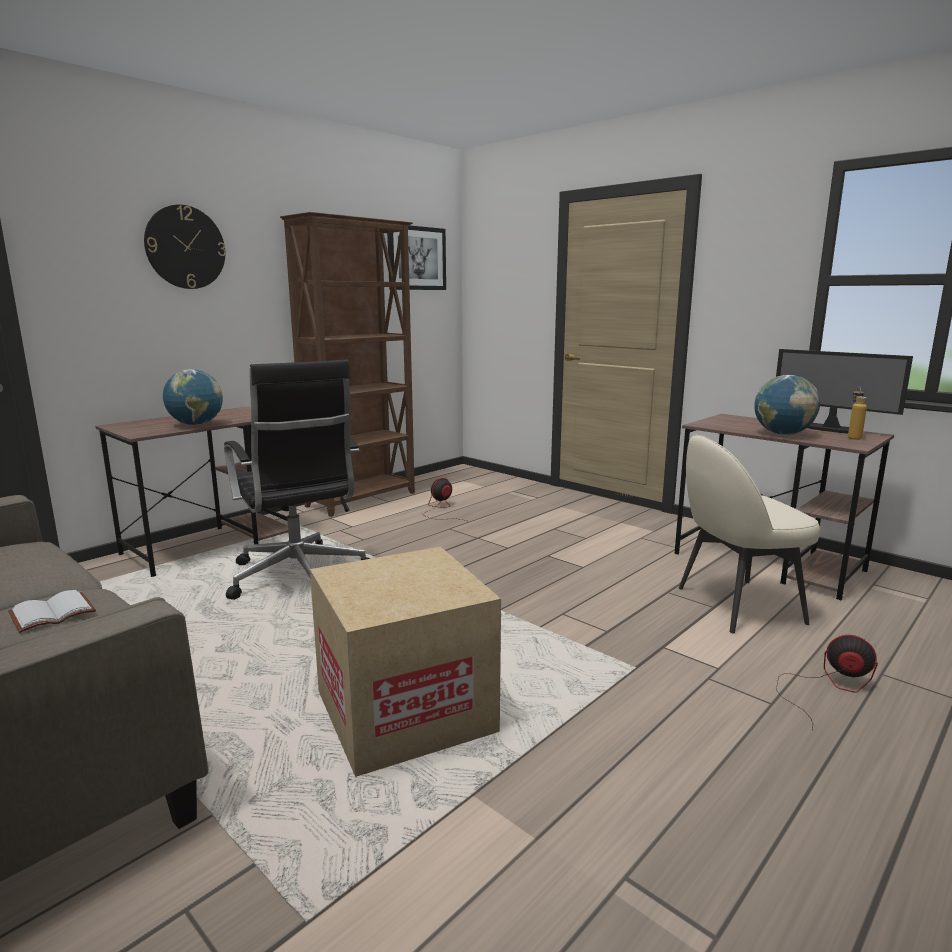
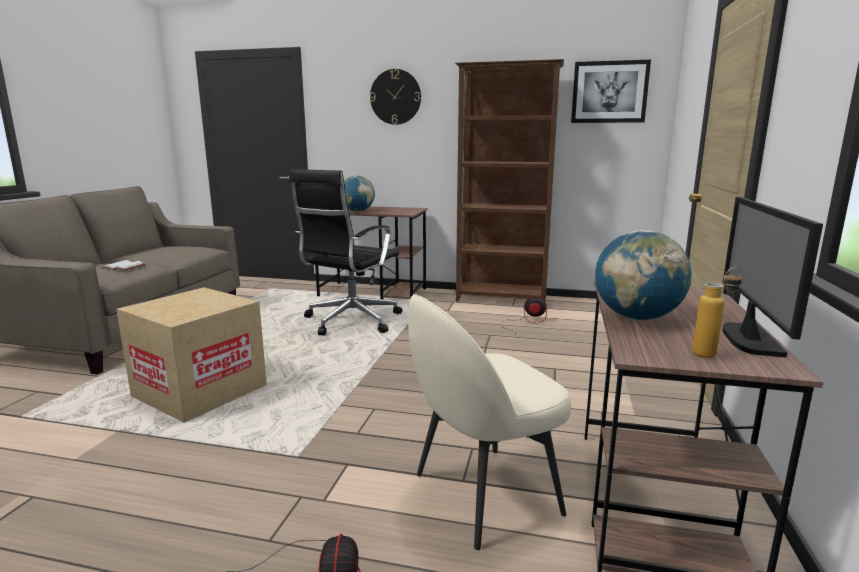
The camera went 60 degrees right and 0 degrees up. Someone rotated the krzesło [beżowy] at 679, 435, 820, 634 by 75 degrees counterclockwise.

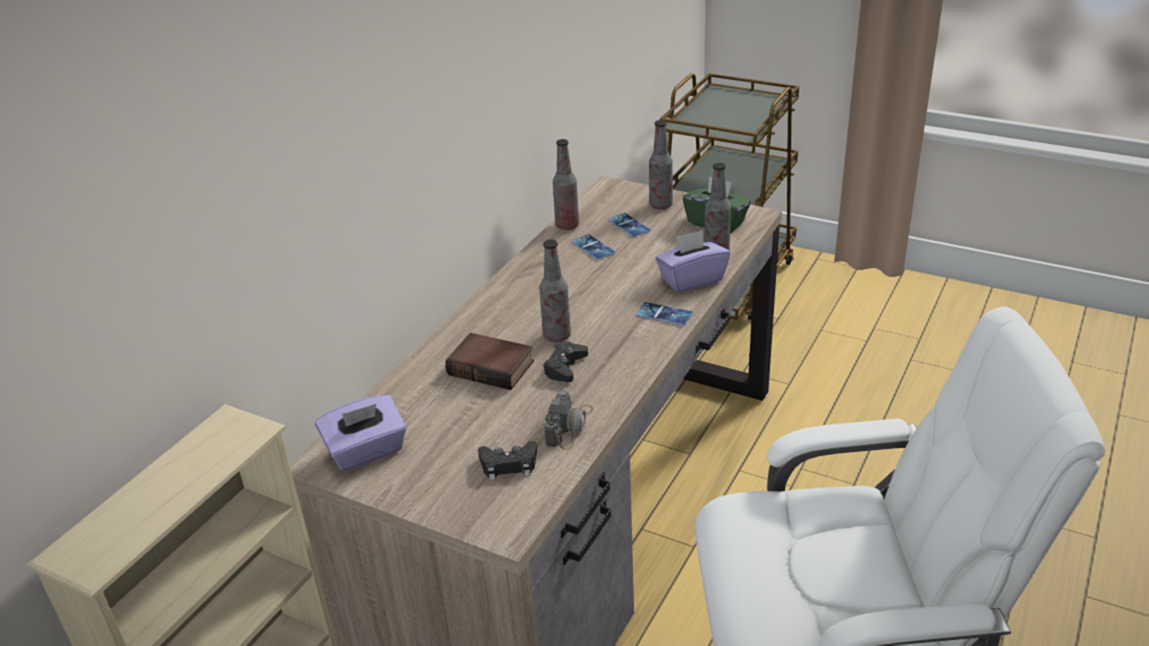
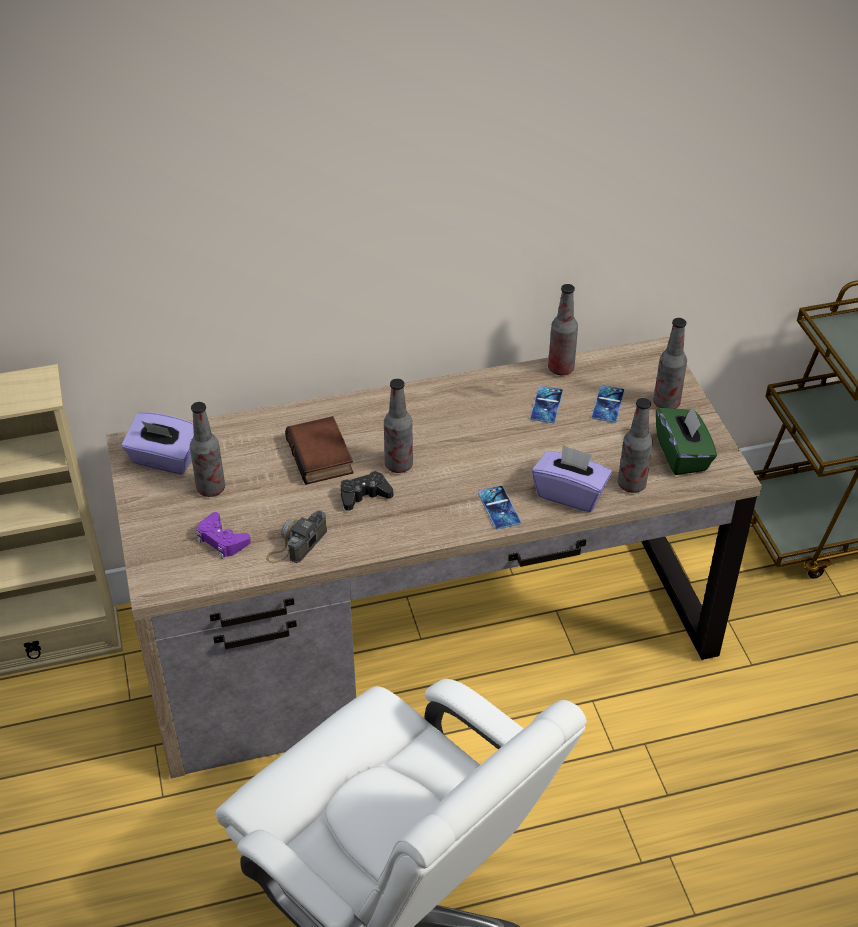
The camera went 45 degrees right and 10 degrees up. Someone put down the butelka at 190, 402, 225, 497. Someone repainted the pad do gier [czarny] at 478, 441, 537, 480, which became the pad do gier [fioletowy] at 196, 512, 251, 559. Someone rotated the aparat fotograficzny at 544, 391, 594, 450 by 150 degrees clockwise.

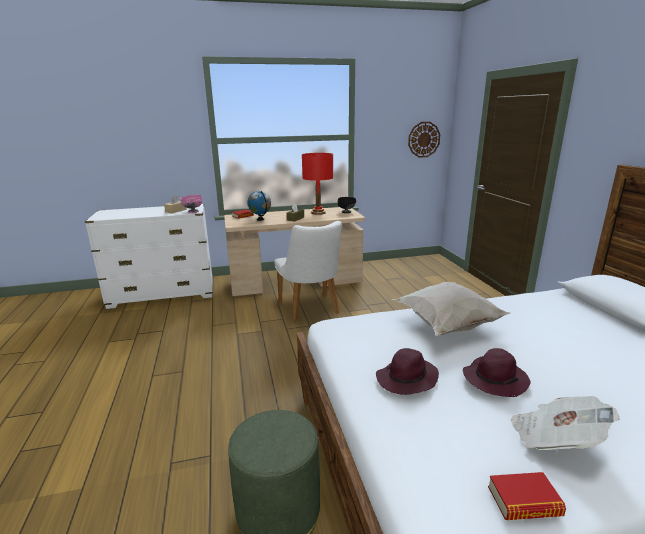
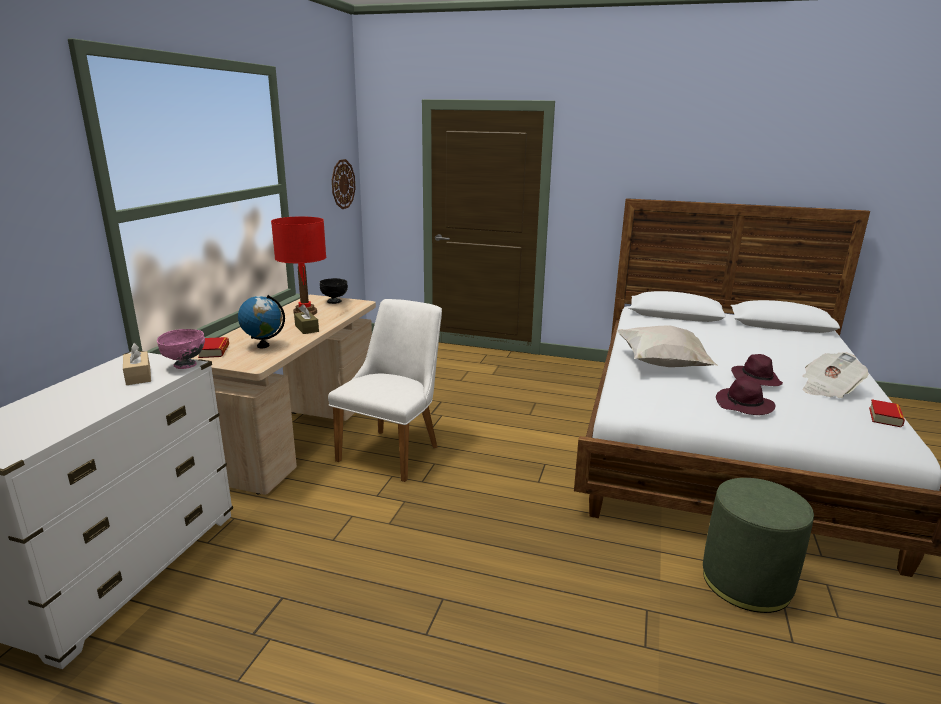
The camera went 60 degrees left and 0 degrees up. Someone rotated the krzesło [biały] at 274, 221, 342, 322 by 75 degrees counterclockwise.

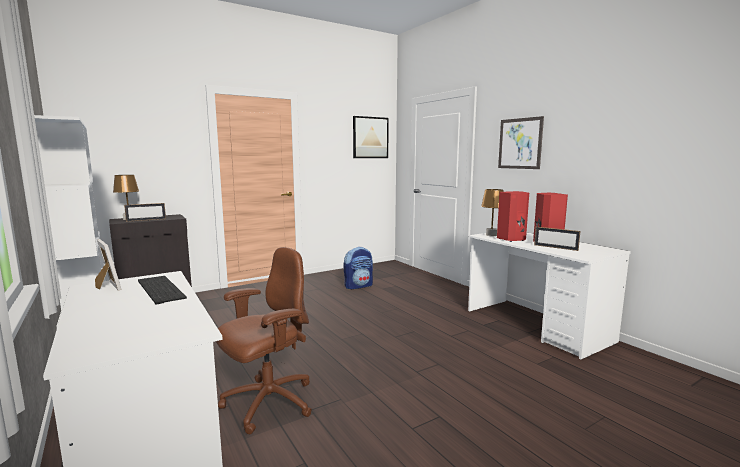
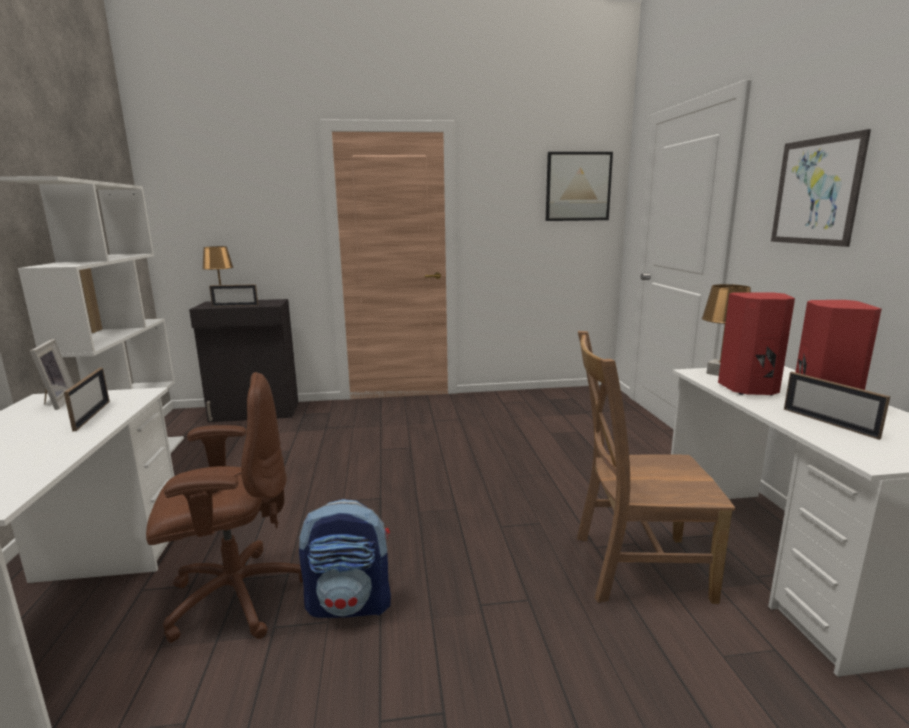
The camera went 25 degrees right and 5 degrees up. Someone swapped the klawiatura at 138, 276, 187, 304 for the ramka na zdjęcie at 64, 368, 110, 432. Someone carried the plecak from 344, 247, 373, 289 to 299, 499, 391, 618. Someone put down the krzesło [brązowy] at 577, 331, 735, 604.

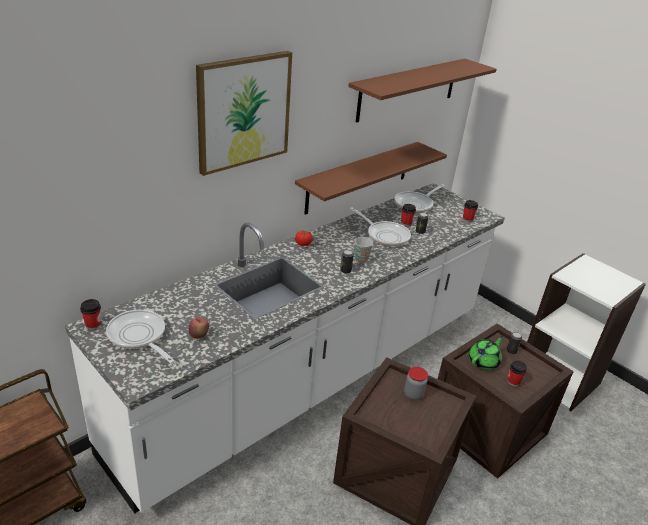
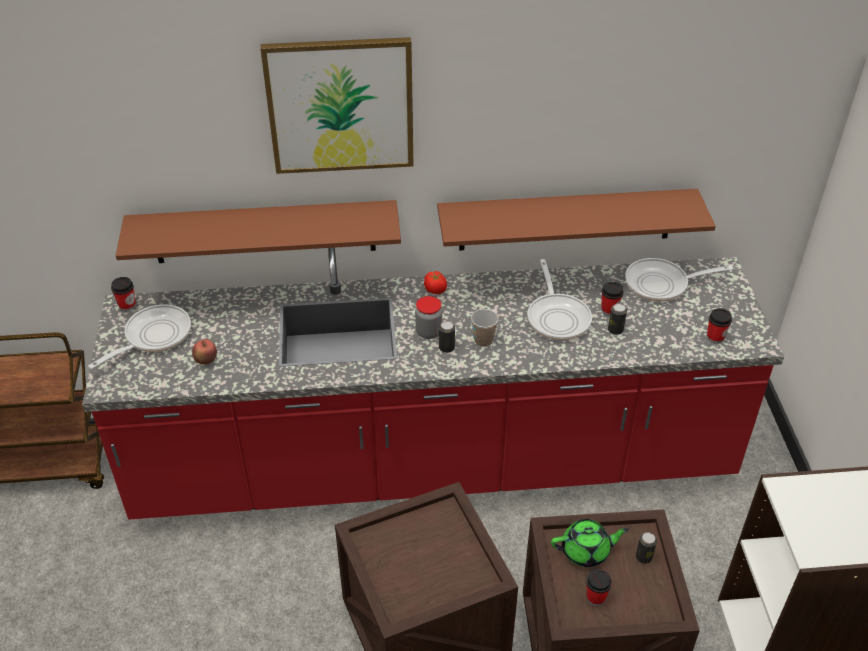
The camera went 40 degrees right and 10 degrees up. Someone repainted the zabudowa kuchenna [biały] at 65, 183, 505, 513, which became the zabudowa kuchenna [czerwony] at 82, 248, 784, 520. Someone rotated the patelnia at 106, 310, 175, 364 by 45 degrees clockwise. Someone carried the półka [brązowy] from 348, 59, 497, 123 to 116, 200, 401, 263. Someone carried the słoik from 404, 367, 428, 400 to 415, 296, 442, 339.

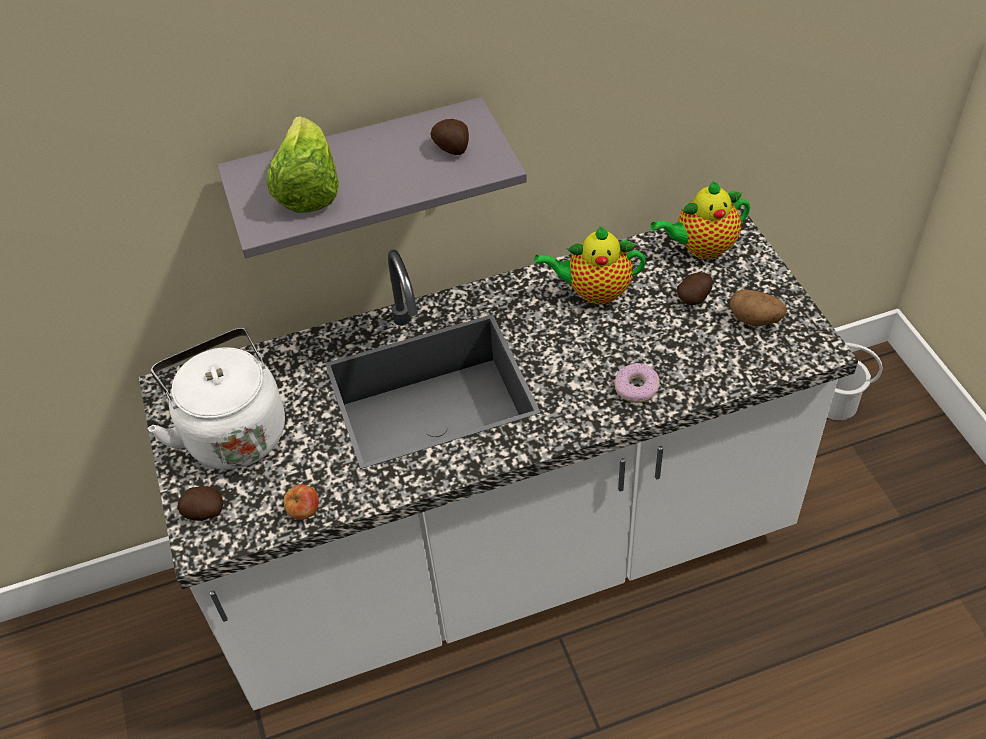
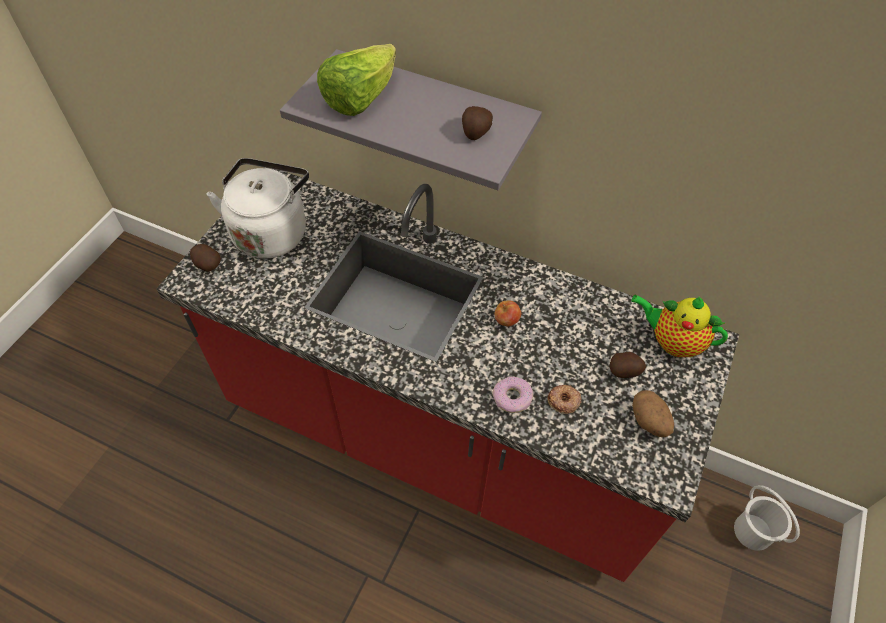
The camera went 40 degrees right and 5 degrees up. Someone repainted the zabudowa kuchenna [biały] at 139, 206, 858, 710, which became the zabudowa kuchenna [czerwony] at 156, 167, 739, 582. Someone carried the jabłko from 284, 484, 319, 520 to 494, 301, 521, 326. Someone put down the donut at 548, 385, 581, 414. Someone took away the imbryk at 534, 226, 646, 305.

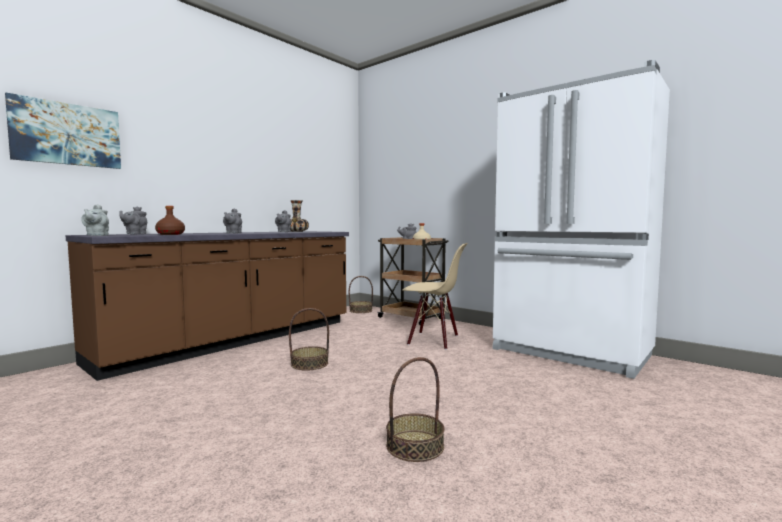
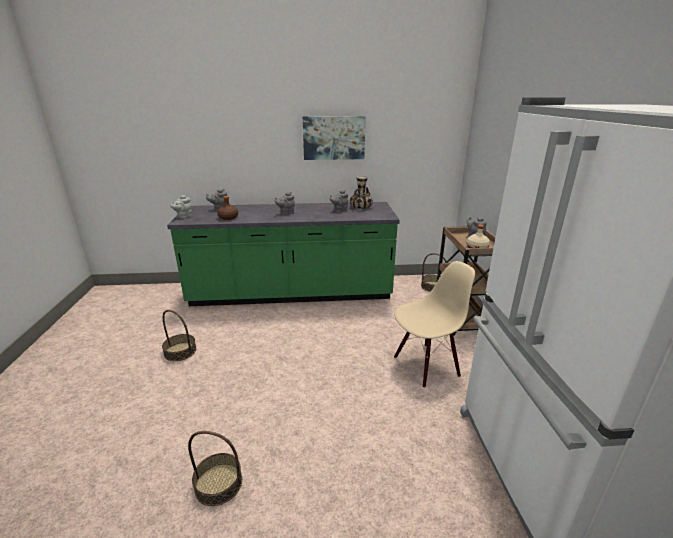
The camera went 45 degrees right and 20 degrees up. Someone carried the koszyk from 289, 308, 329, 370 to 162, 310, 197, 361. Someone repainted the zabudowa kuchenna [brązowy] at 66, 231, 349, 381, which became the zabudowa kuchenna [zielony] at 167, 202, 400, 306. Someone carried the obraz from 5, 93, 121, 169 to 303, 116, 366, 160. Someone rotated the krzesło [beżowy] at 402, 243, 468, 350 by 90 degrees counterclockwise.

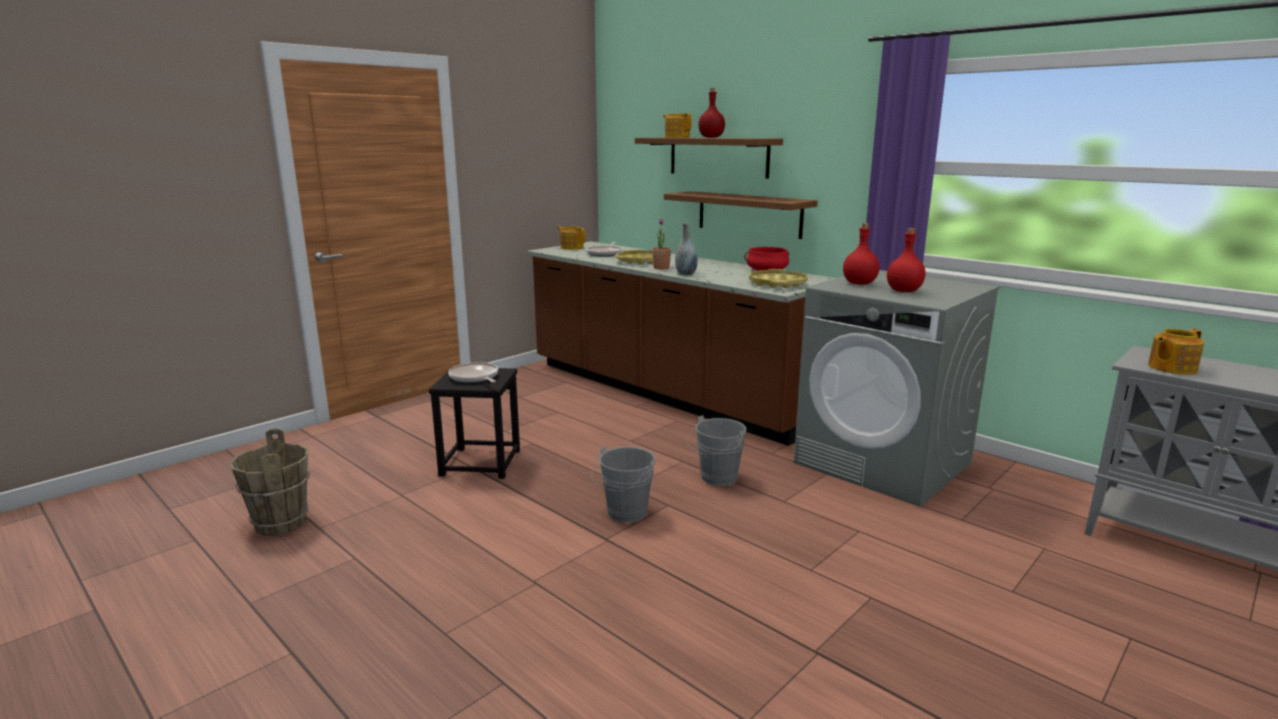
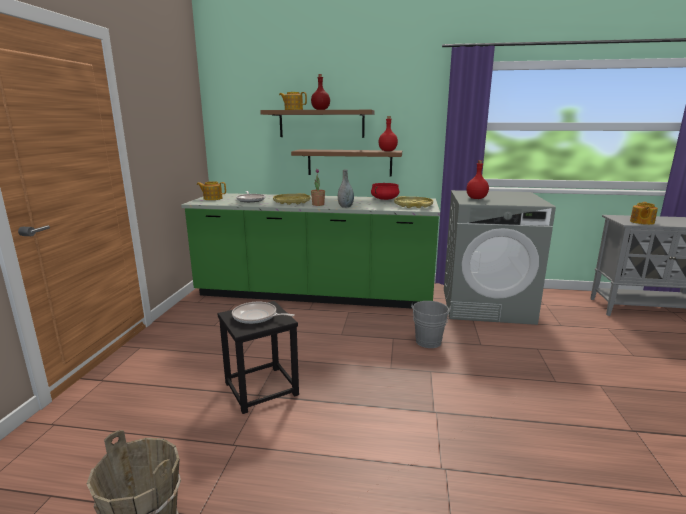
The camera went 35 degrees left and 0 degrees up. Someone repainted the zabudowa kuchenna [brązowy] at 527, 241, 835, 446, which became the zabudowa kuchenna [zielony] at 181, 193, 440, 309. Someone carried the butelka [czerwony] from 887, 228, 926, 292 to 379, 116, 398, 151. Someone took away the wiadro [szary] at 591, 446, 655, 523.

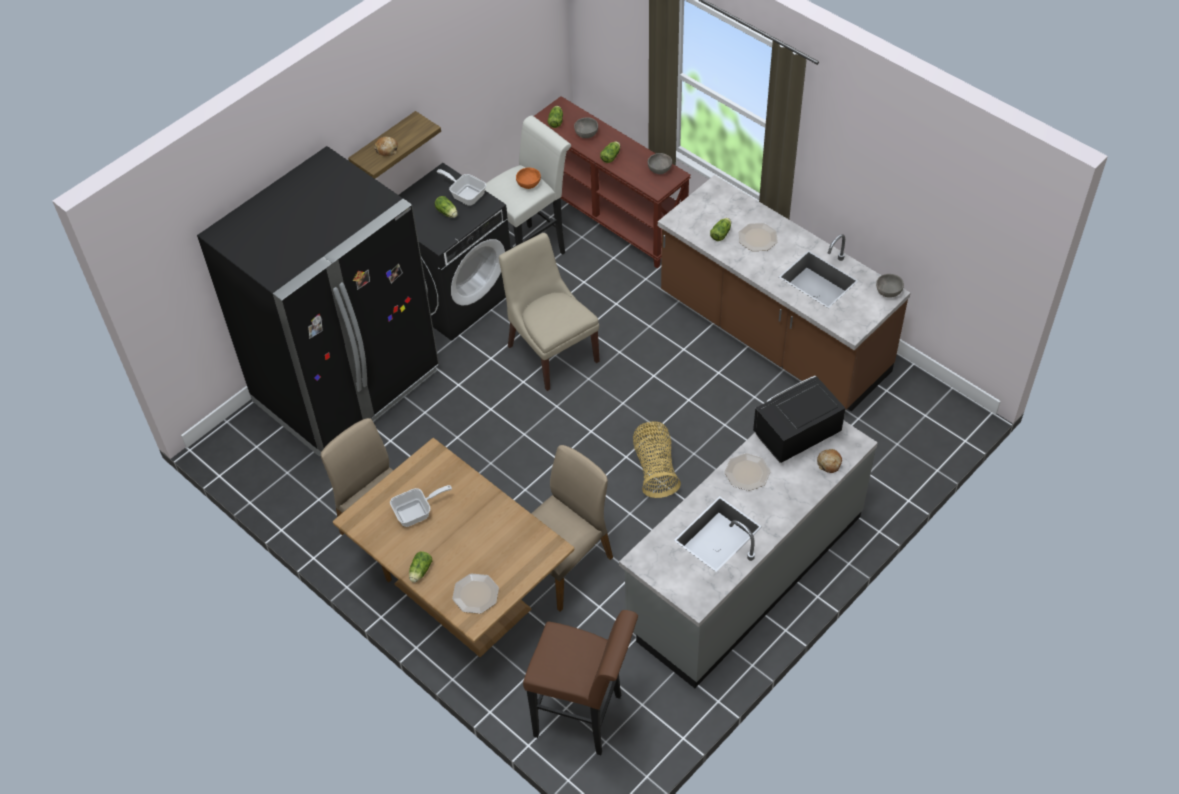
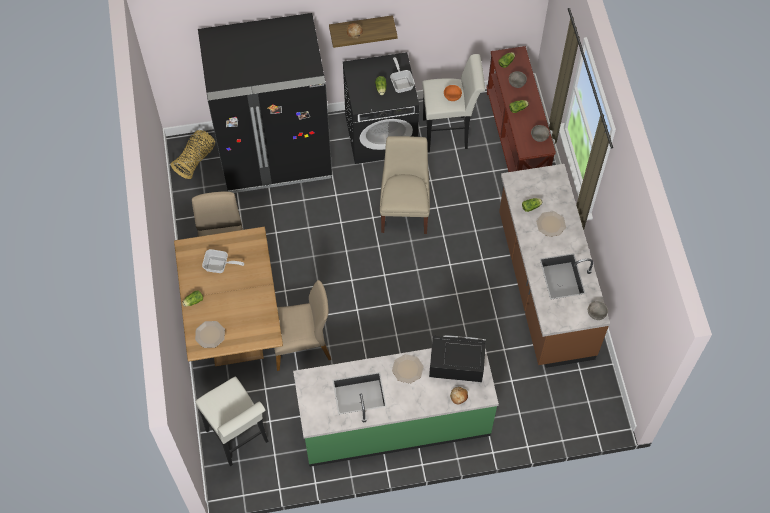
The camera went 35 degrees right and 10 degrees up. Someone carried the koszyk from 633, 421, 681, 498 to 170, 130, 215, 179. Someone repainted the stołek [brązowy] at 523, 610, 638, 755, which became the stołek [biały] at 195, 377, 269, 466. Someone repainted the zabudowa kuchenna [szary] at 619, 421, 878, 688, which became the zabudowa kuchenna [zielony] at 293, 348, 499, 467.

